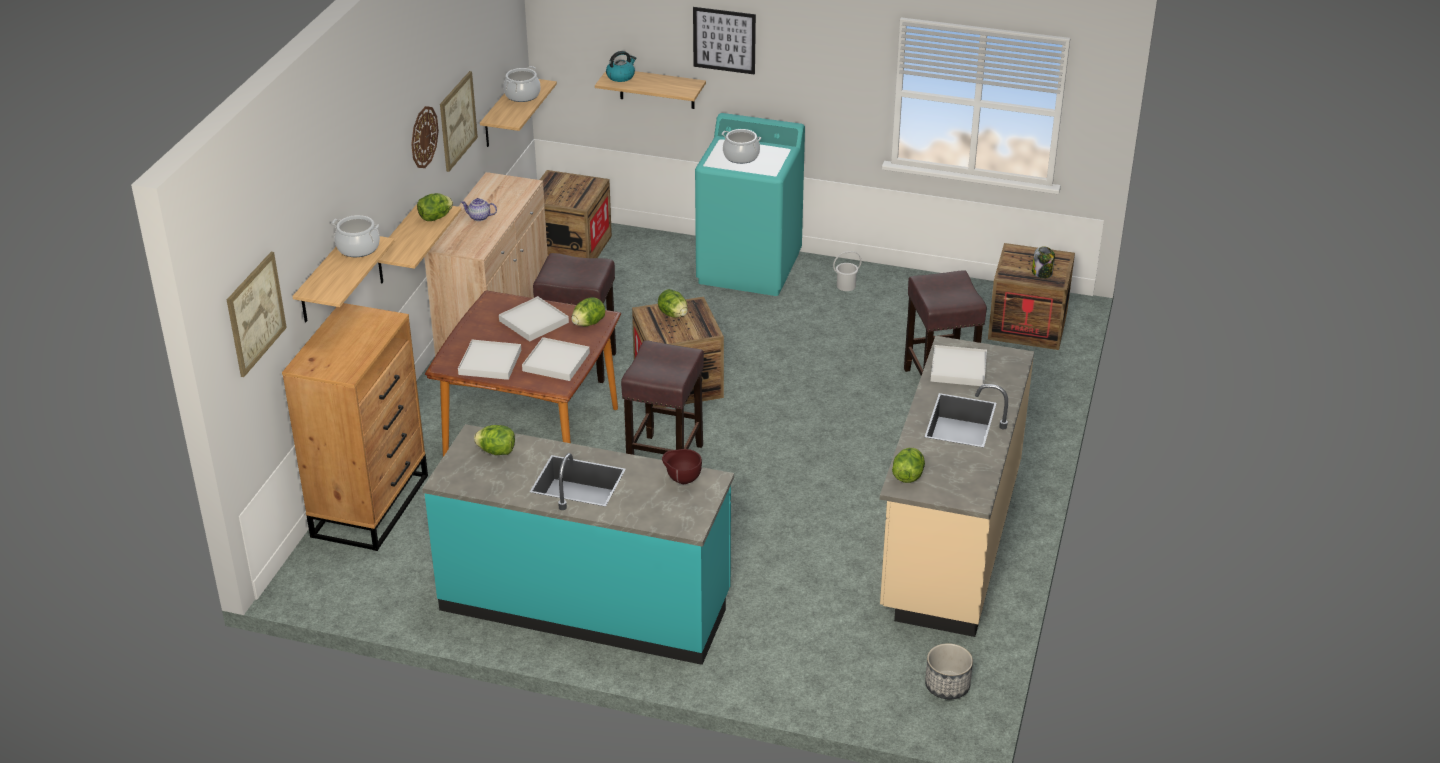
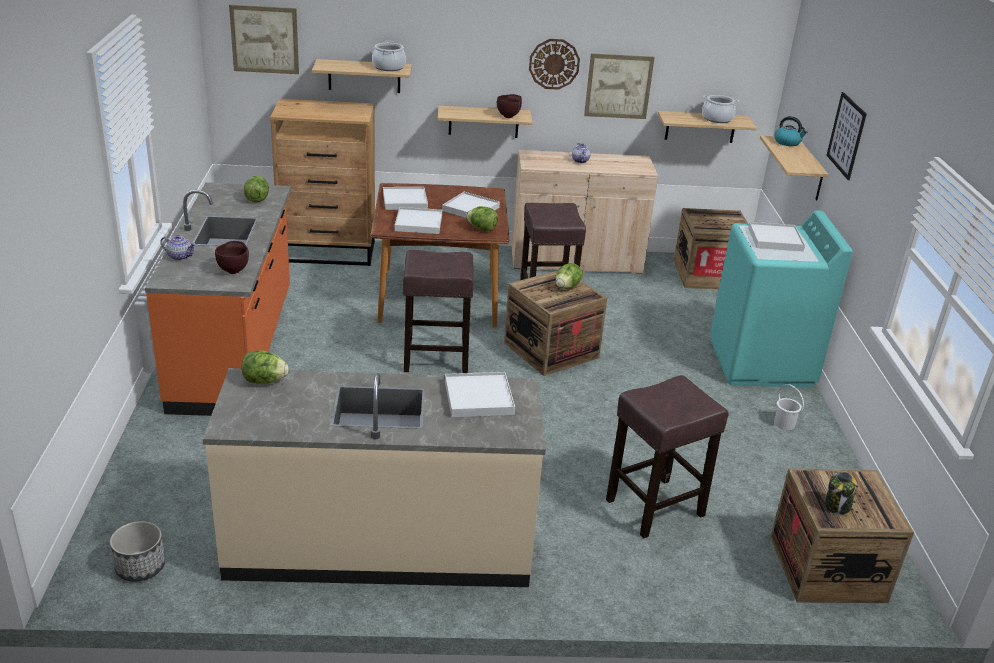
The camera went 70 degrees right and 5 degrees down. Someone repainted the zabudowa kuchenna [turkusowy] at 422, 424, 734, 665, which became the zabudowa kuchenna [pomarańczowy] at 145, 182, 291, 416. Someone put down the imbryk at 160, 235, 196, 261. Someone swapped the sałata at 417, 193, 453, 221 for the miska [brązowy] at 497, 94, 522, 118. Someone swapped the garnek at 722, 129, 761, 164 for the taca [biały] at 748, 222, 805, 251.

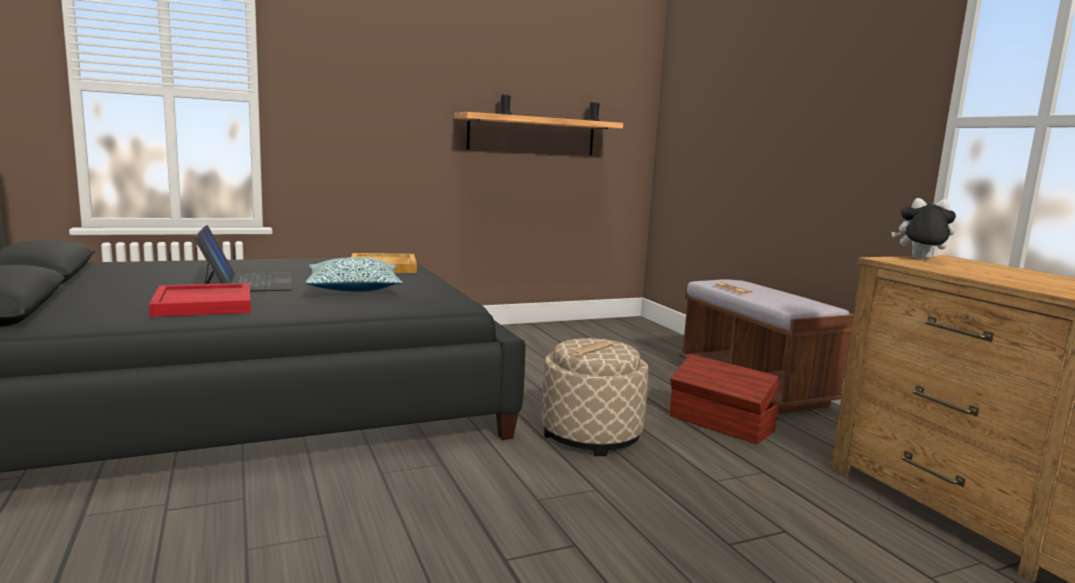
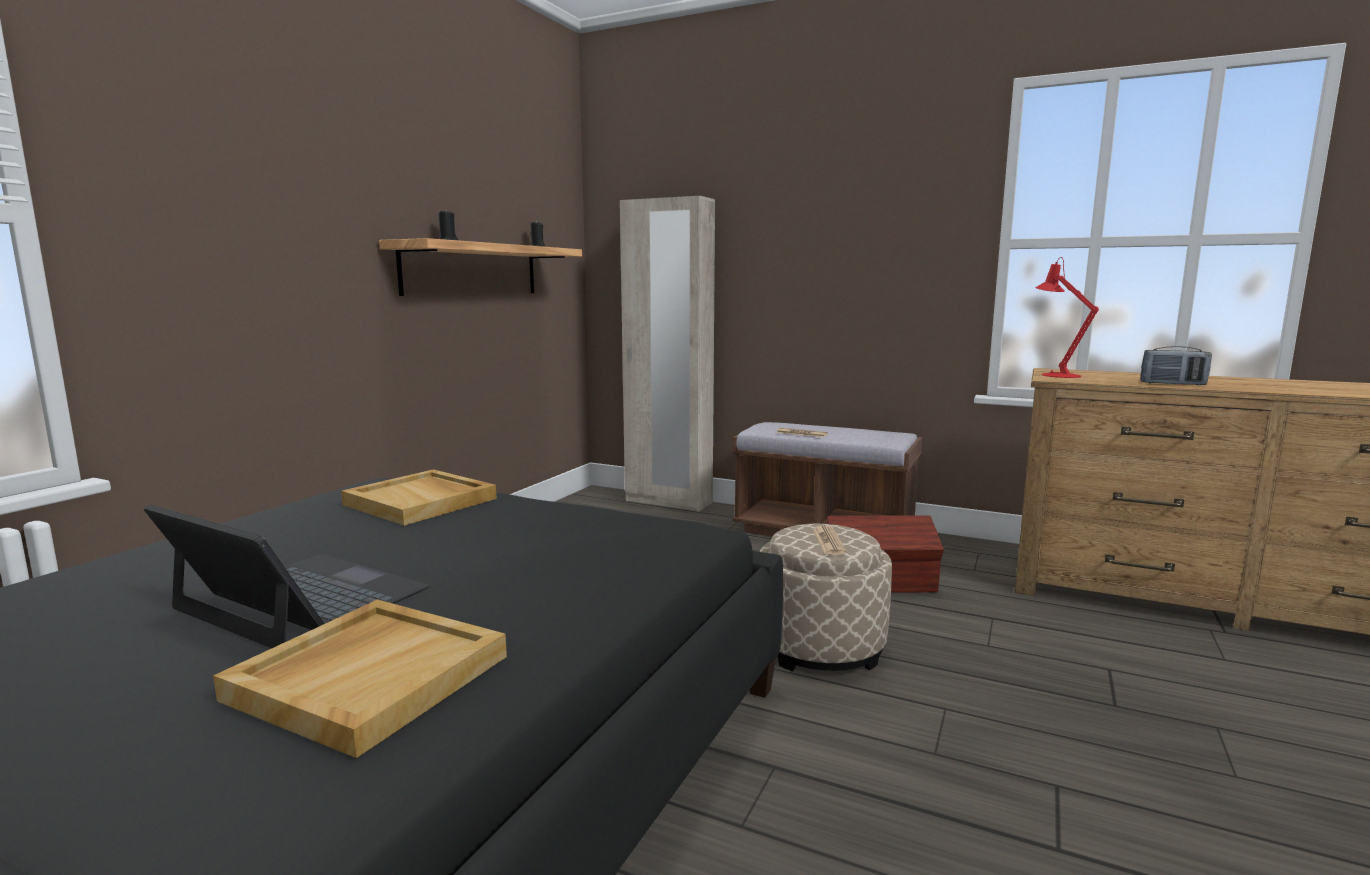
The camera went 40 degrees left and 0 degrees up. Someone repainted the taca [czerwony] at 149, 283, 251, 317, which became the taca [beżowy] at 213, 600, 507, 758. Someone put down the szafa [beżowy] at 620, 196, 715, 512. Someone swapped the pluszak at 891, 198, 956, 260 for the lampa stołowa [czerwony] at 1035, 257, 1099, 378. Someone put down the radio at 1140, 346, 1212, 385. Someone took away the poduszka at 305, 257, 403, 292.

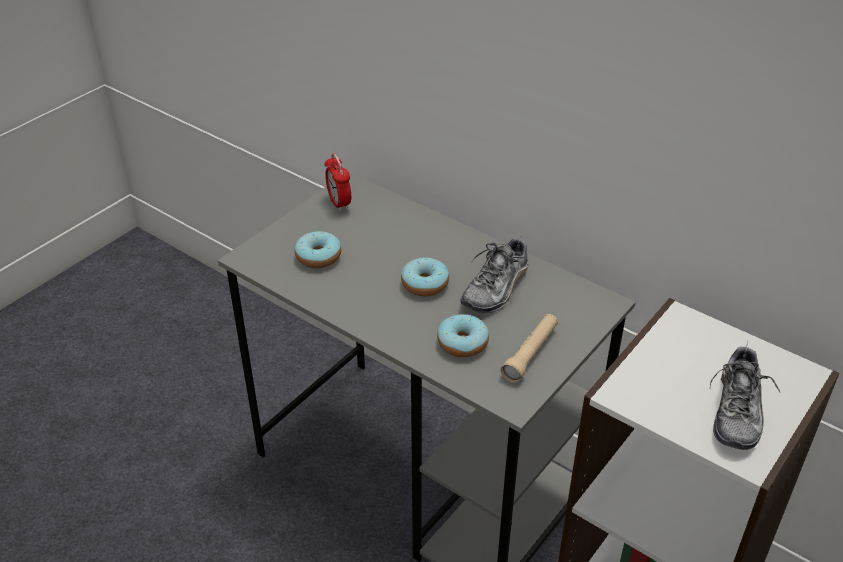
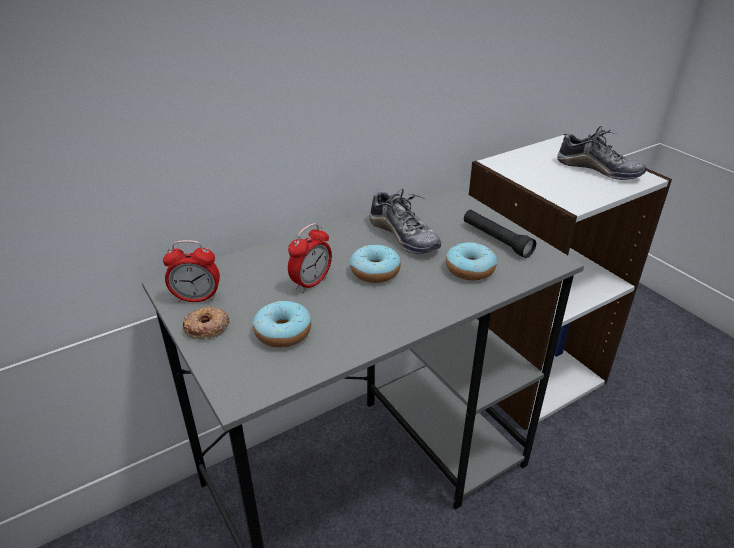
The camera went 70 degrees left and 5 degrees down. Someone put down the donut at 183, 306, 230, 339. Someone put down the budzik at 288, 223, 332, 293. Someone repainted the latarka [beżowy] at 501, 314, 558, 383, which became the latarka [czarny] at 464, 210, 536, 258.

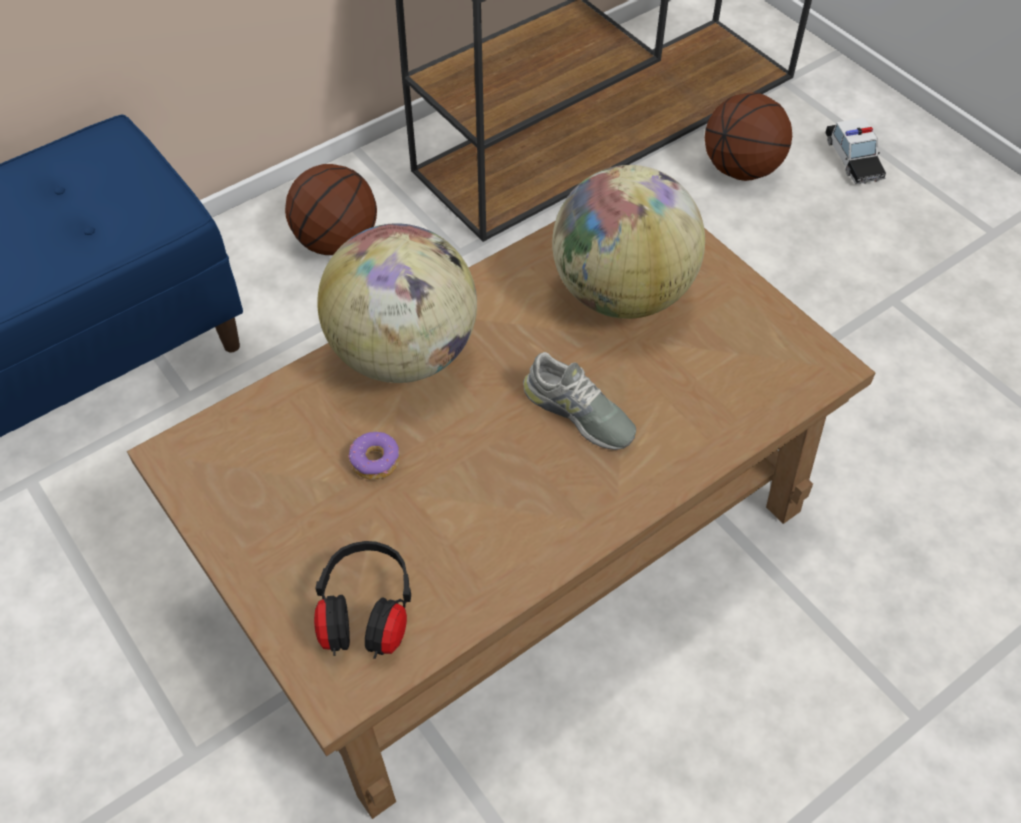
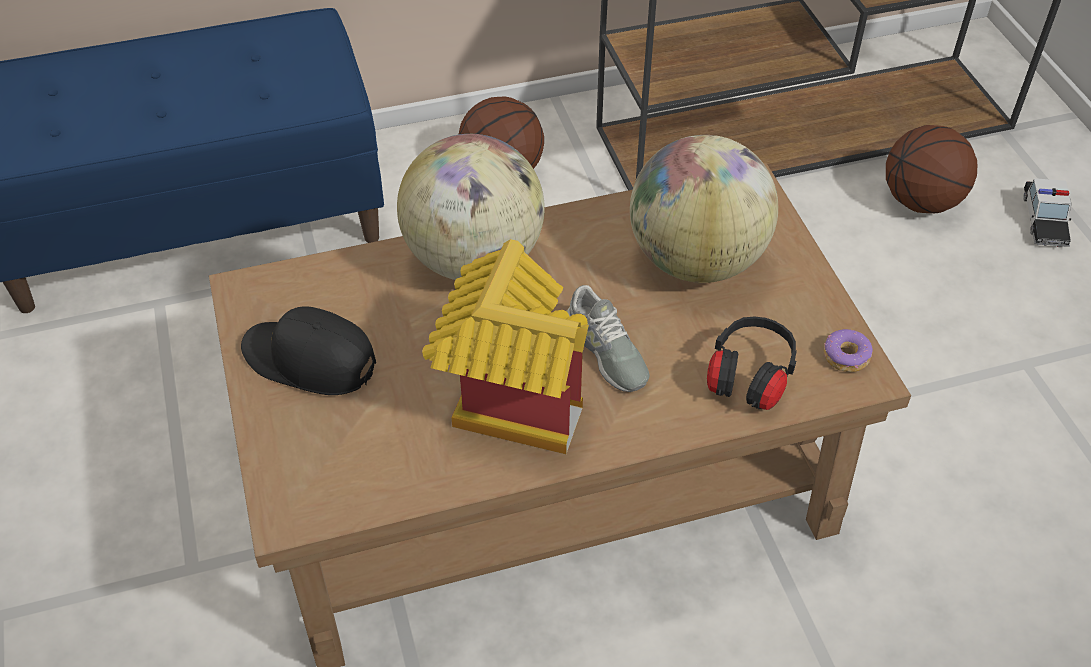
The camera went 20 degrees right and 5 degrees down. Someone put down the czapka z daszkiem [czarny] at 241, 306, 376, 395. Someone put down the domek at 422, 239, 589, 454. Someone carried the słuchawki [czarny] from 314, 541, 411, 659 to 707, 316, 797, 410. Someone carried the donut from 348, 431, 400, 480 to 824, 329, 873, 372.

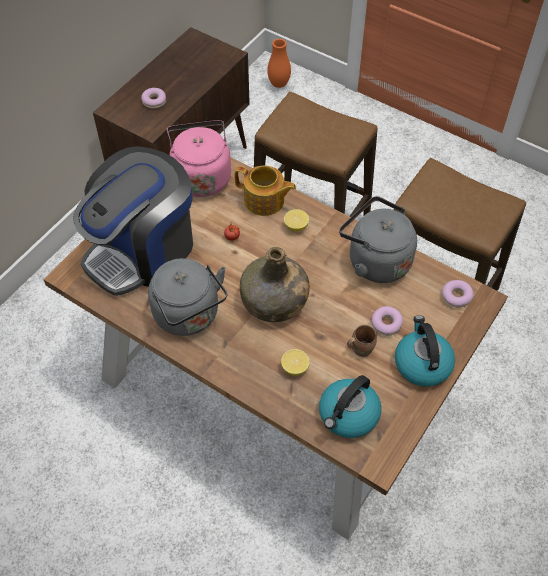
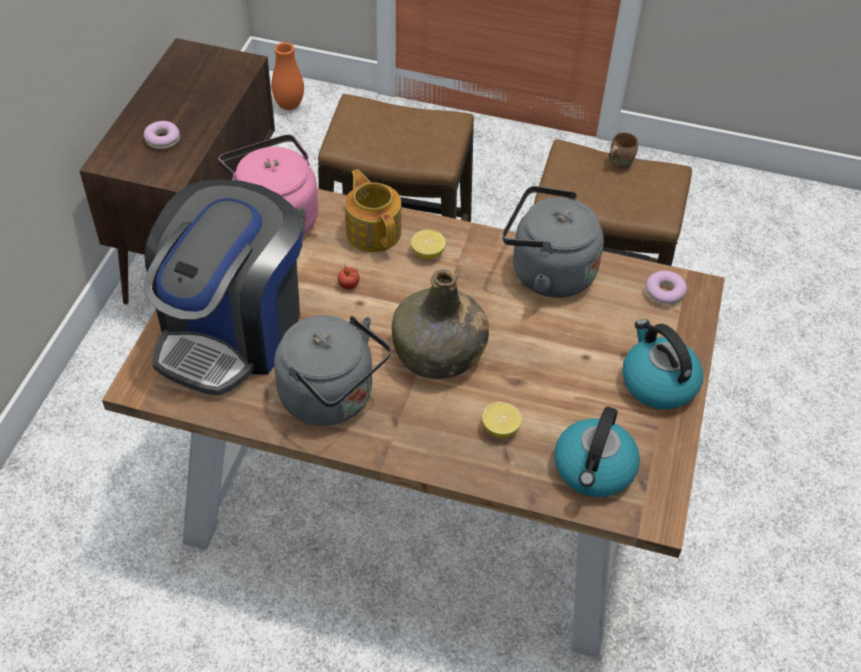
The camera went 20 degrees left and 5 degrees down. Someone rotated the imbryk at 235, 165, 296, 216 by 120 degrees counterclockwise. Someone carried the kubek [brązowy] from 347, 325, 377, 357 to 609, 132, 638, 170. Someone took away the donut at 371, 306, 403, 336.

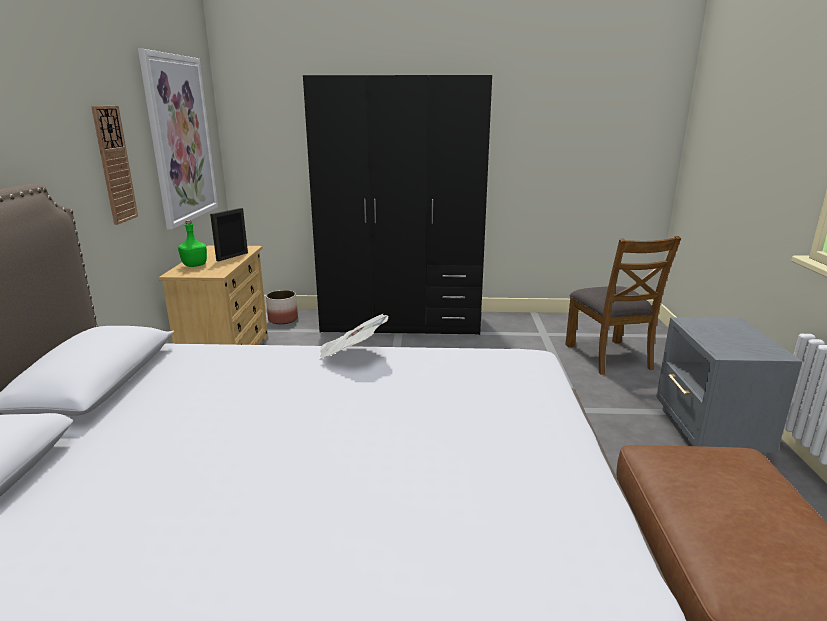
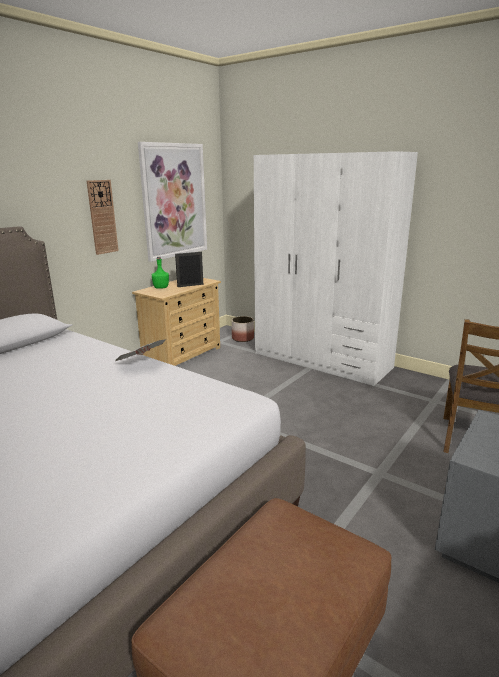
The camera went 35 degrees right and 0 degrees up. Someone repainted the szafa [czarny] at 303, 75, 492, 335, which became the szafa [biały] at 254, 151, 418, 386.

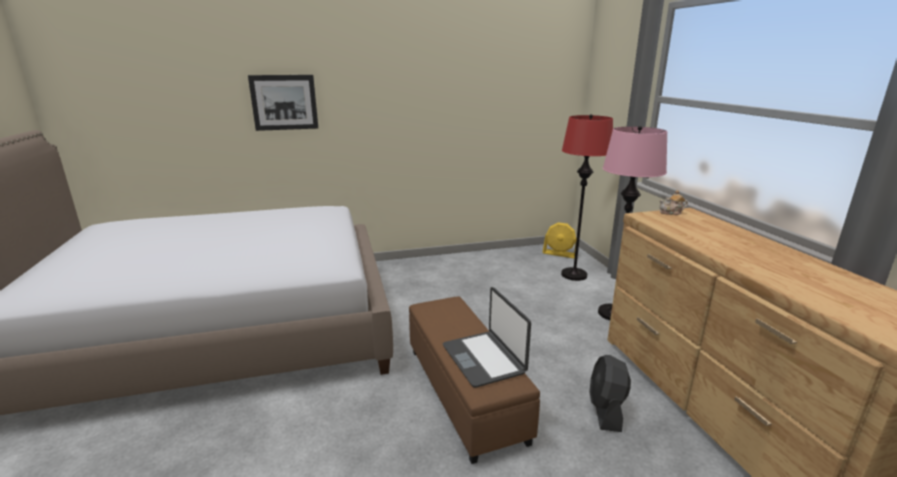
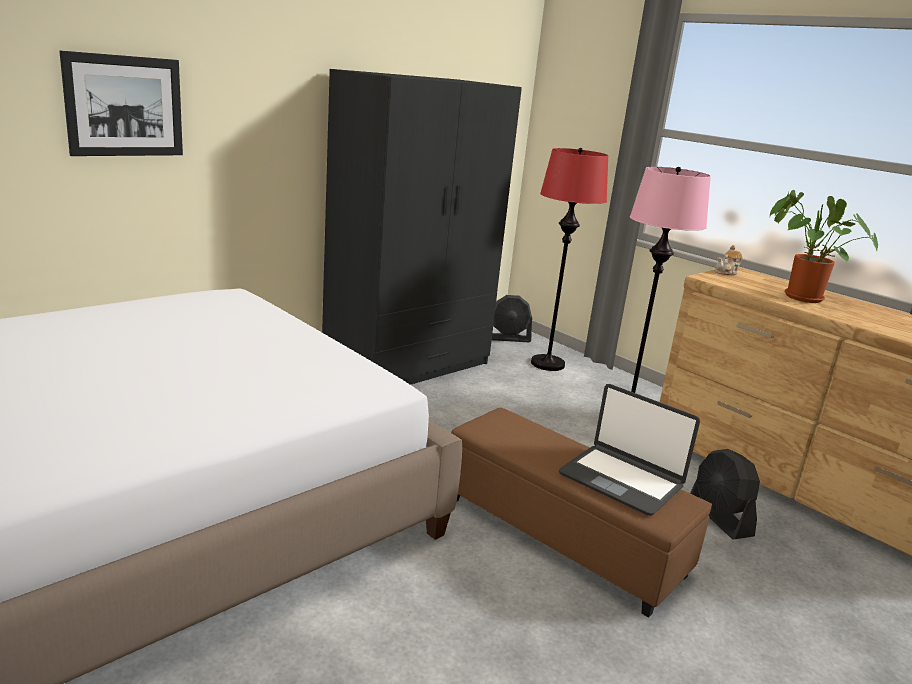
The camera went 30 degrees left and 0 degrees up. Someone put down the szafa [czarny] at 322, 69, 522, 385. Someone repainted the wentylator [żółty] at 542, 222, 577, 258, which became the wentylator [czarny] at 492, 295, 532, 342. Someone put down the roślina doniczkowa at 770, 190, 878, 303.

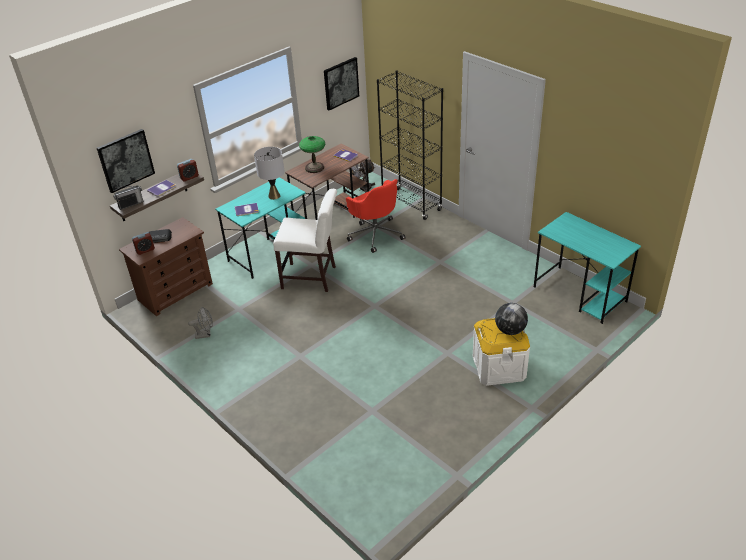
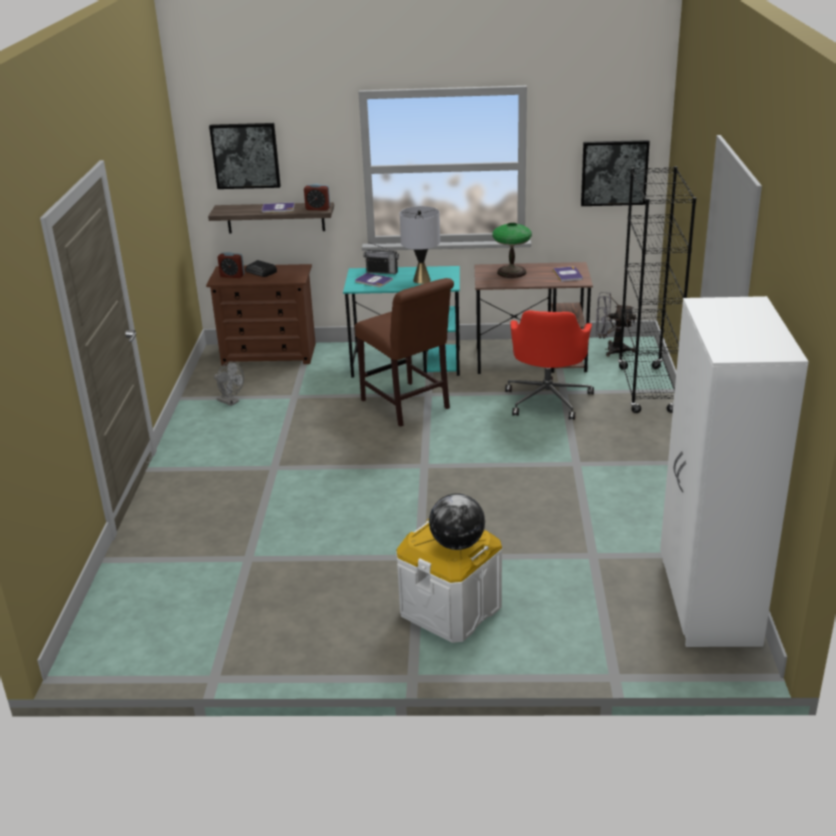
The camera went 45 degrees right and 10 degrees down. Someone repainted the krzesło [biały] at 273, 189, 337, 292, which became the krzesło [brązowy] at 355, 278, 454, 427. Someone carried the radio from 113, 185, 144, 210 to 363, 242, 399, 274. Someone swapped the biurko [turkusowy] at 534, 212, 641, 324 for the szafa [biały] at 660, 296, 809, 647.

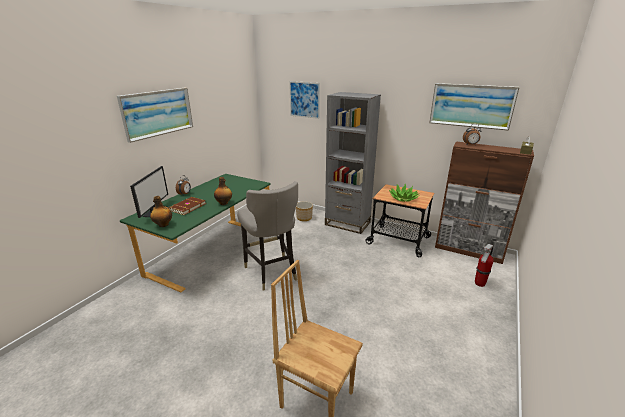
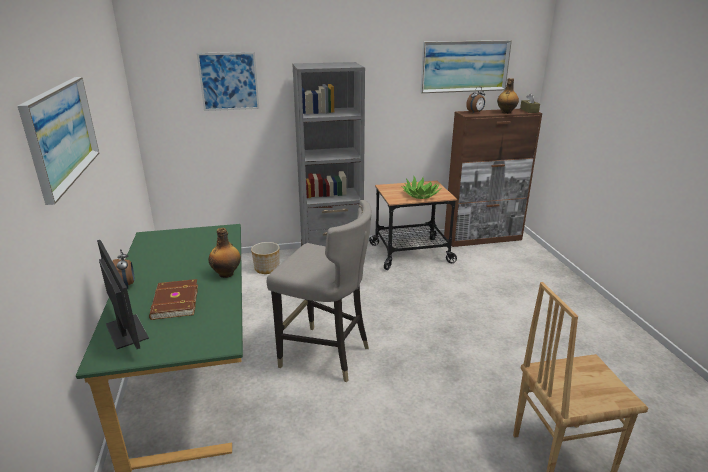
The camera went 40 degrees left and 0 degrees up. Someone carried the butelka from 150, 196, 172, 227 to 497, 78, 519, 114. Someone took away the gaśnica at 475, 244, 493, 287.

